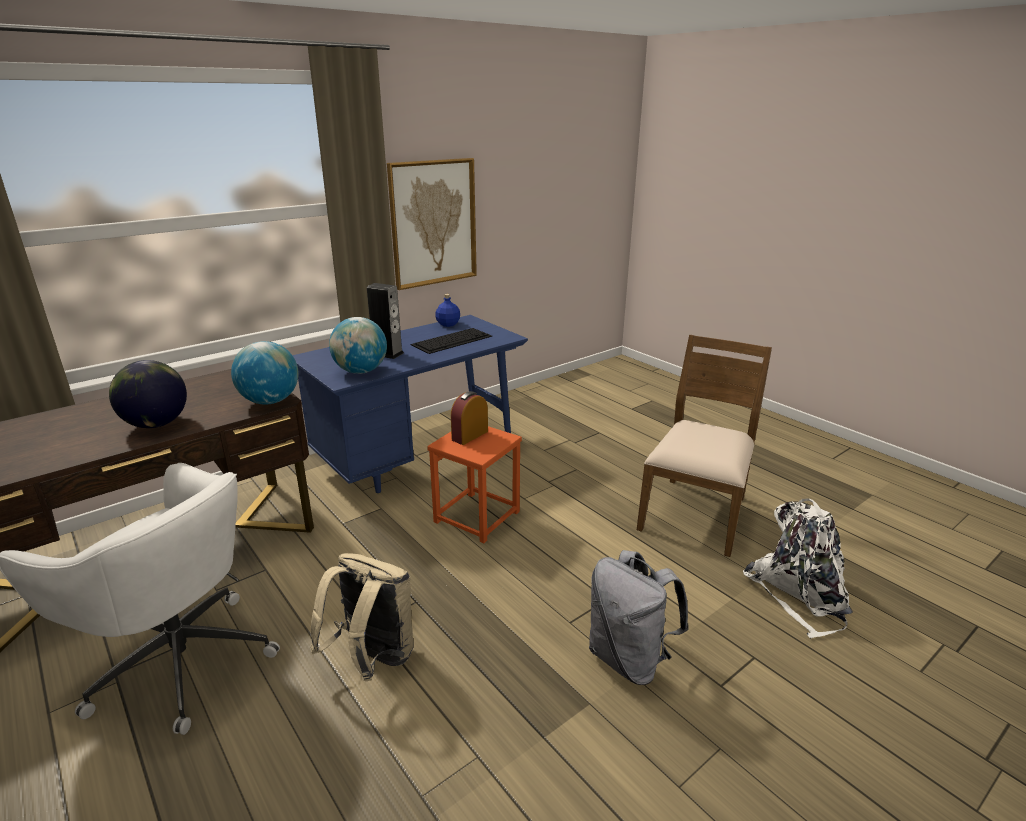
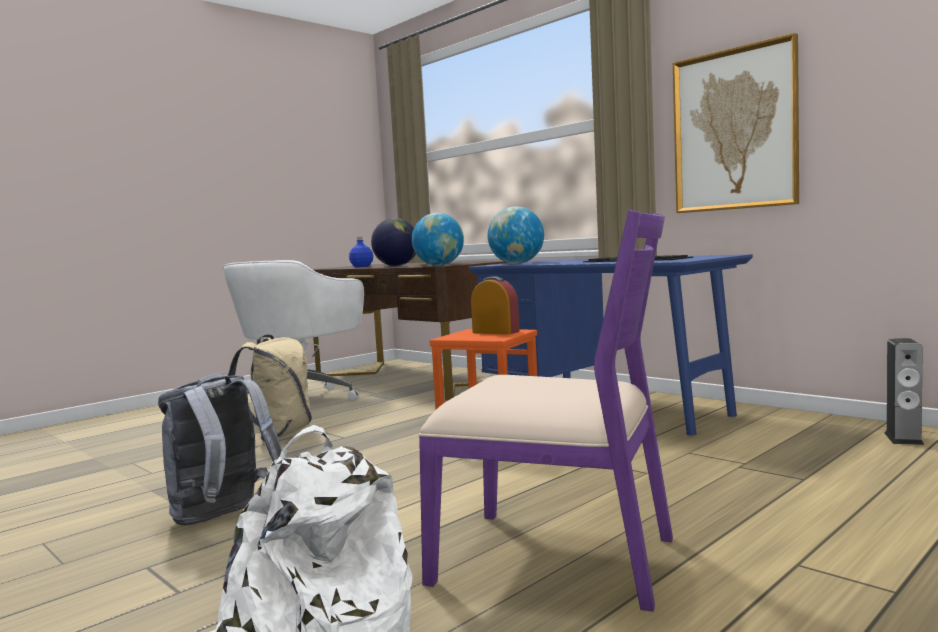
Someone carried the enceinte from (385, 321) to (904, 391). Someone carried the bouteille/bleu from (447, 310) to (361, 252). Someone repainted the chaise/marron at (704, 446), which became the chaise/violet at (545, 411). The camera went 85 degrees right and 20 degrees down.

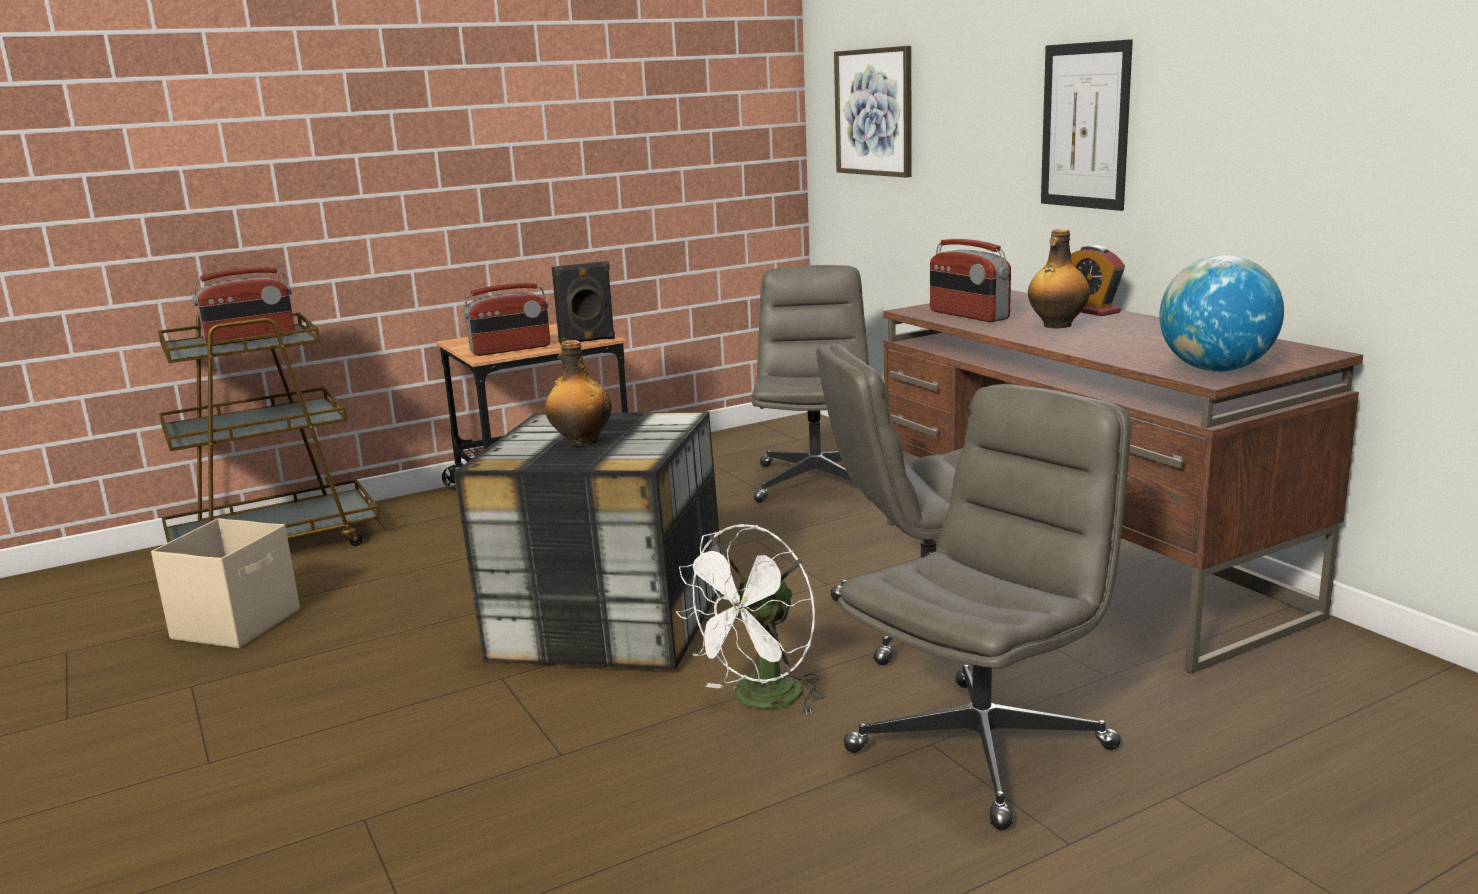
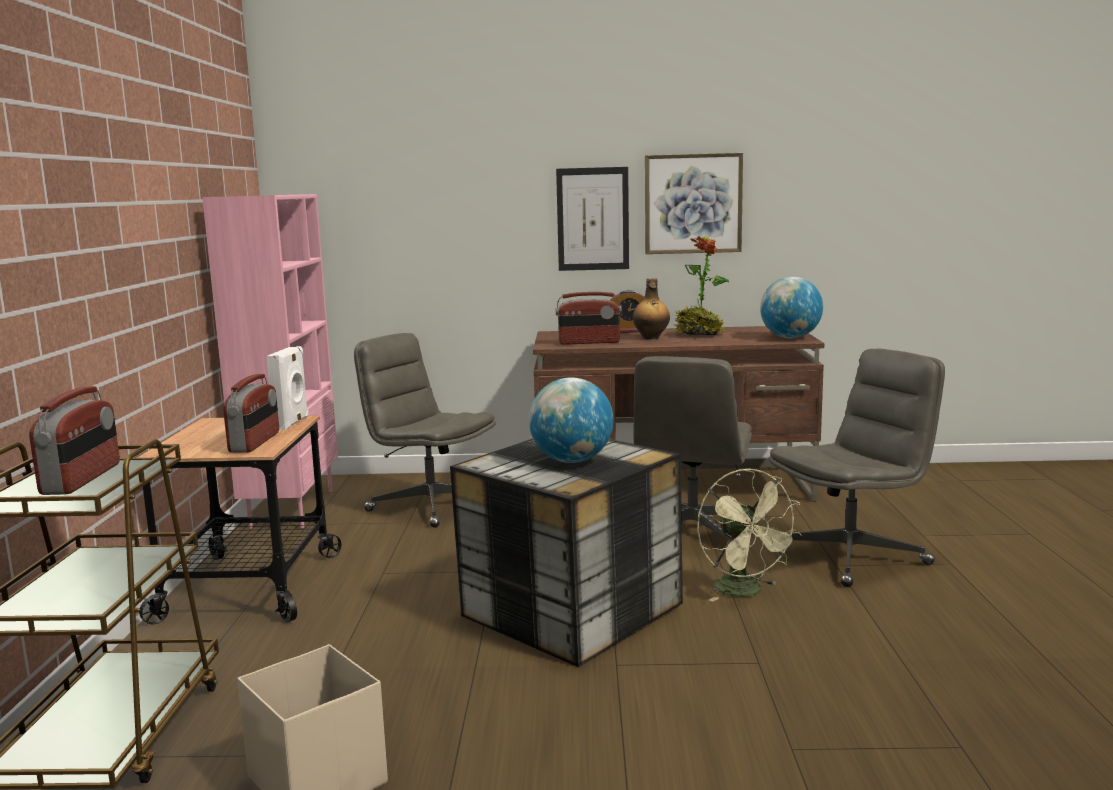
Someone put down the bibliothèque/rose at (270, 361). Someone put down the plante en pot at (701, 285). Someone carried the tableau from (873, 112) to (694, 203). Someone swapped the bouteille at (578, 393) for the globe at (571, 420). Someone repainted the enceinte/noir at (583, 303), which became the enceinte/blanc at (287, 388). Someone repainted the ventilateur/blanc at (751, 619), which became the ventilateur/vert at (749, 535). Someone rotated the chaise de bureau/gris at (984, 607) by 75 degrees clockwise. The camera went 60 degrees left and 5 degrees down.

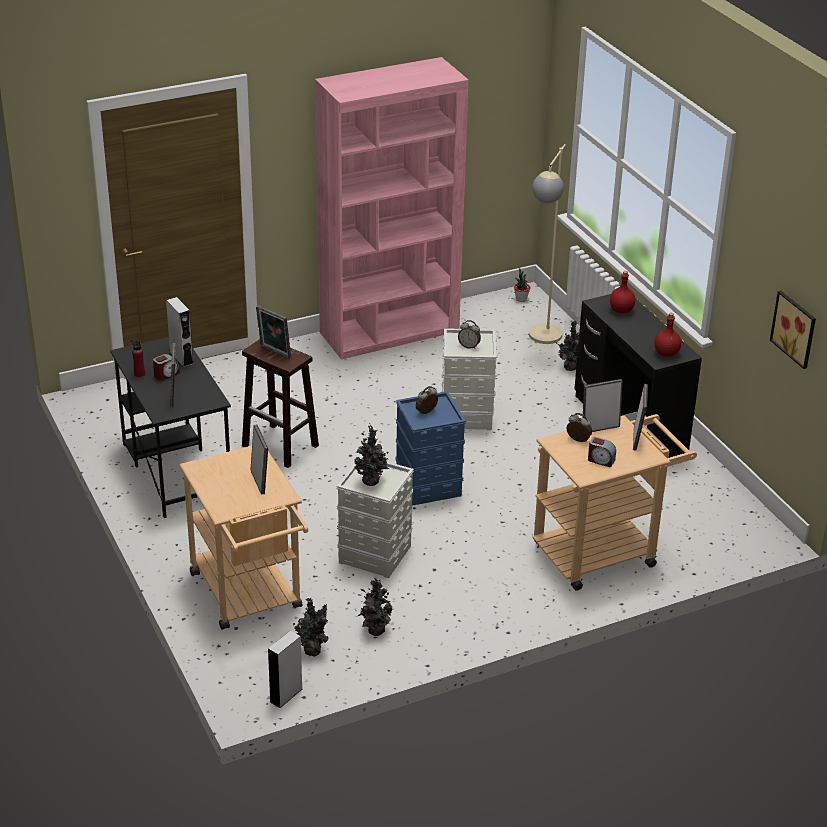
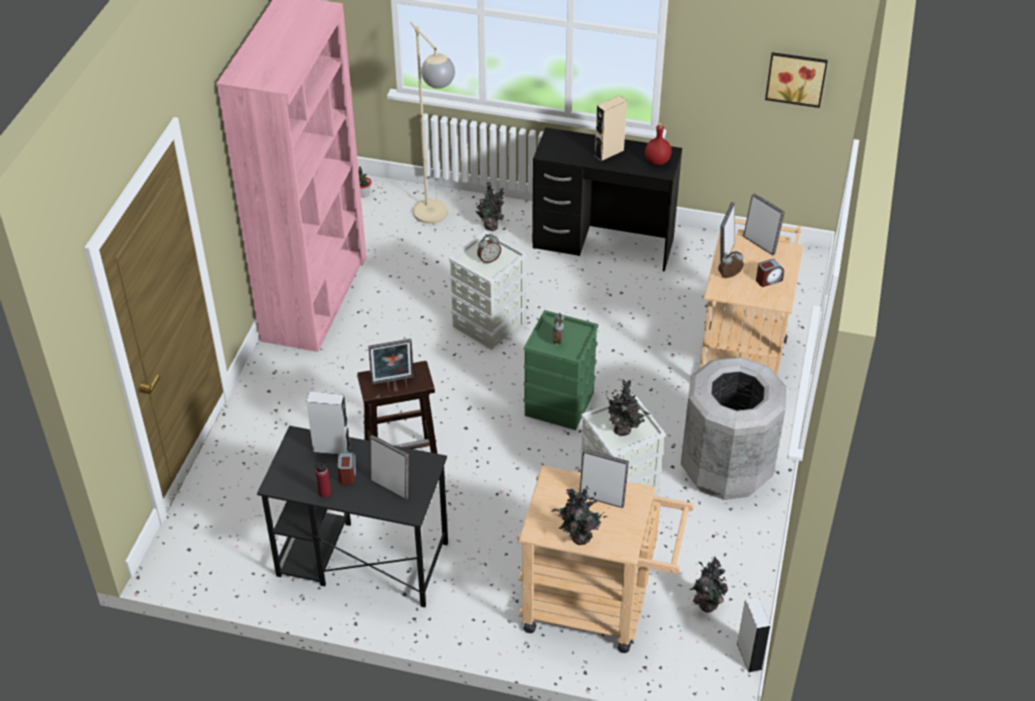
Someone took away the bouteille/rouge at (622, 292). Someone put down the enceinte/beige at (610, 128). Someone put down the poubelle/gris at (734, 428). Someone carried the plante en pot from (375, 607) to (580, 515). Someone repainted the boîte de rangement/bleu at (430, 448), which became the boîte de rangement/vert at (561, 370). The camera went 50 degrees left and 10 degrees up.

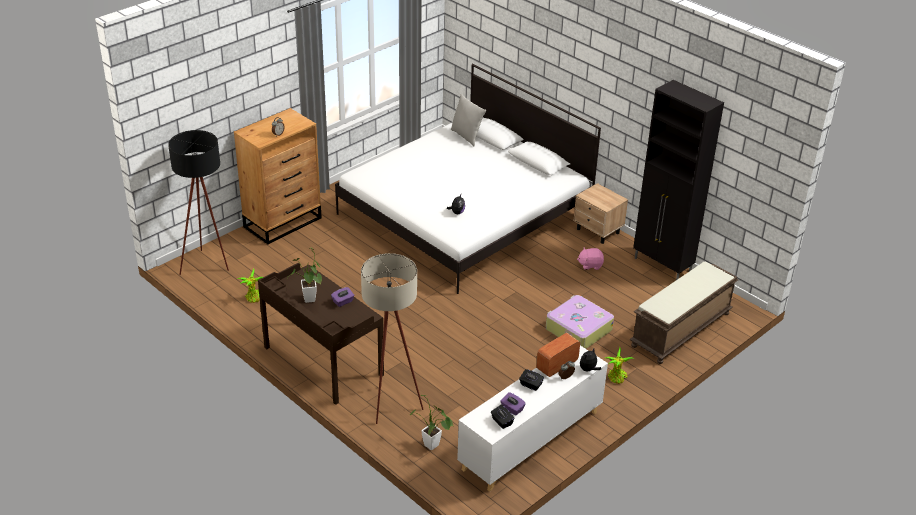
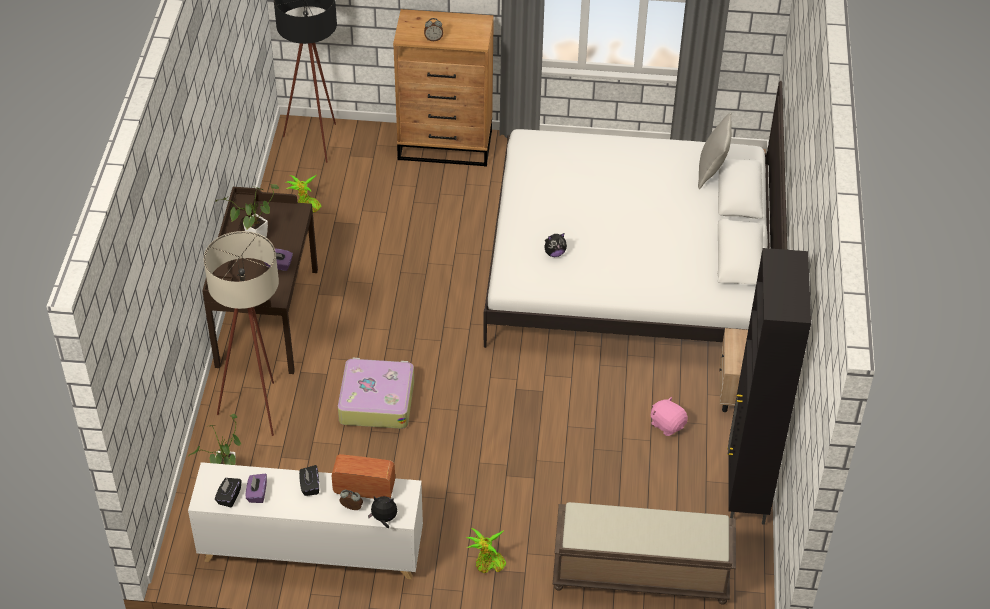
Someone carried the valise from (580, 322) to (376, 393). The camera went 50 degrees right and 10 degrees up.

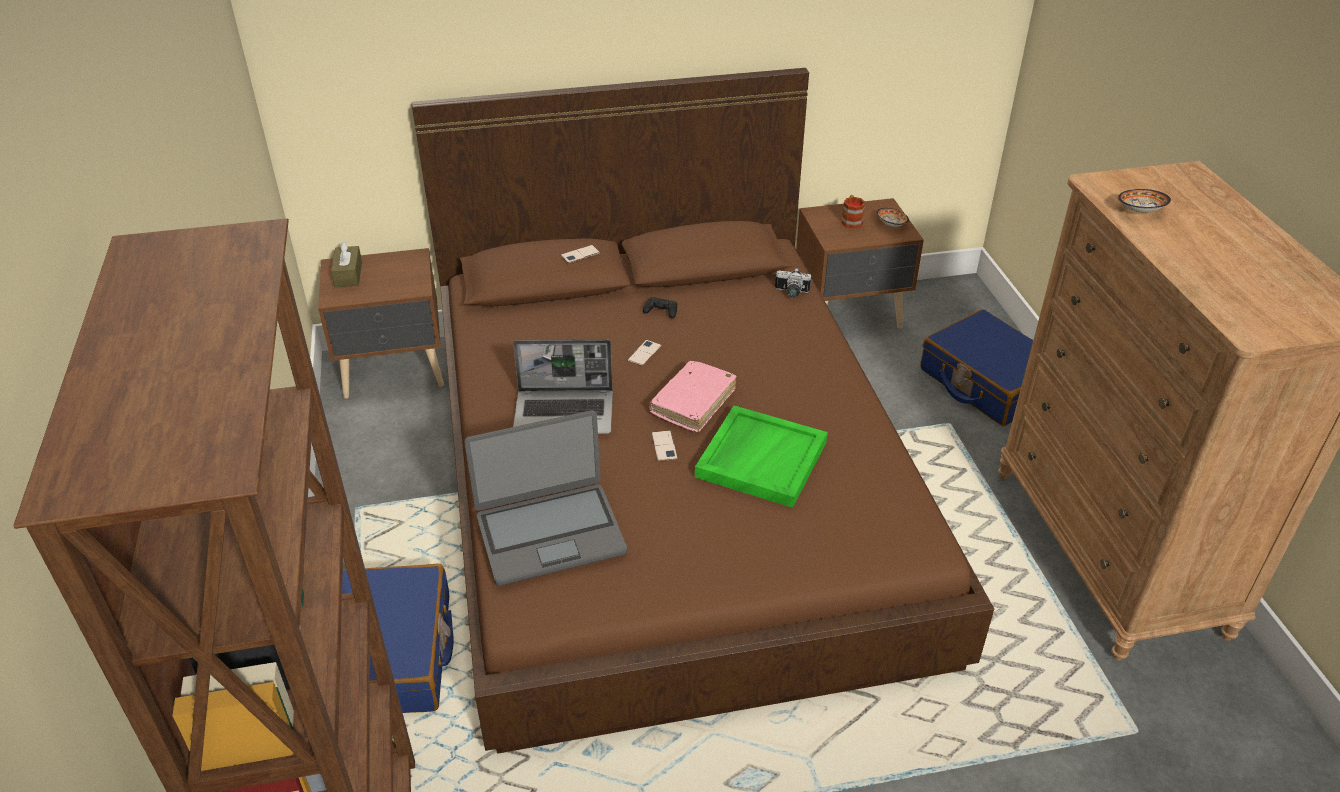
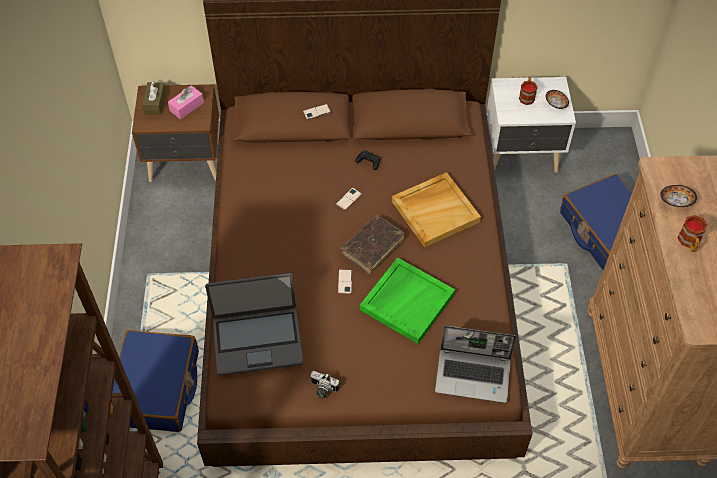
Someone put down the boîte à mouchoirs/rose at (186, 102). Someone put down the plateau/beige at (436, 210). Someone put down the mug at (692, 233). Someone carried the ordinateur portable from (563, 387) to (476, 364). Someone carried the appareil photo from (793, 283) to (324, 385). Someone repainted the livre/rose at (693, 396), which became the livre/marron at (372, 244). Someone repainted the table de chevet/marron at (860, 263), which became the table de chevet/blanc at (531, 125). The camera went 10 degrees right and 15 degrees up.

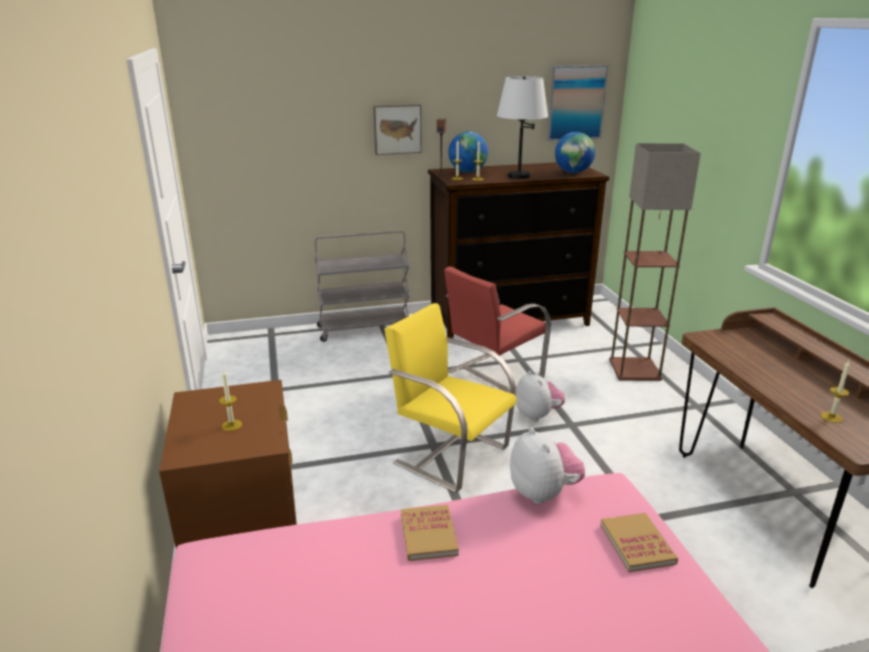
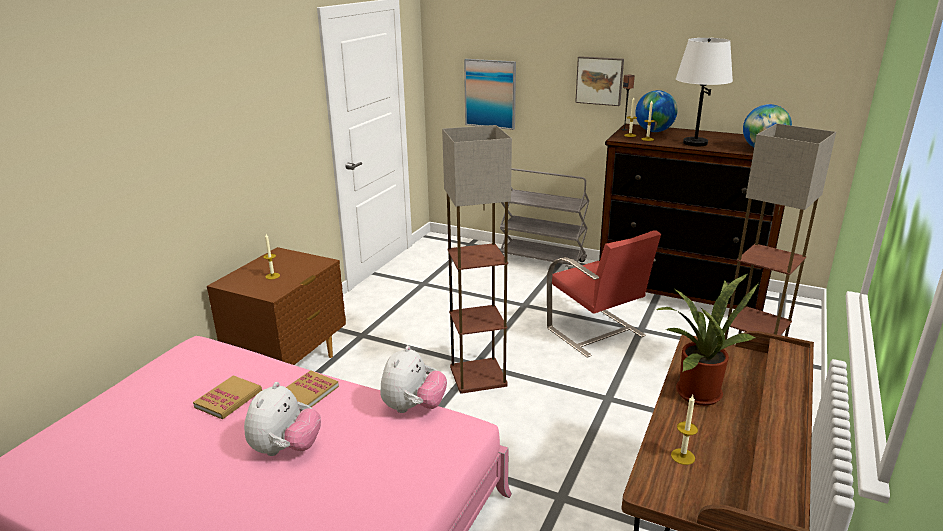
Someone put down the plante en pot at (708, 340). Someone carried the peluche from (540, 396) to (282, 419). Someone carried the tableau from (577, 103) to (490, 94). Someone carried the livre from (639, 542) to (227, 397). Someone swapped the chaise/jaune at (450, 398) for the lampadaire at (477, 259). Someone rotated the chaise/rouge at (497, 329) by 120 degrees counterclockwise. The camera went 40 degrees right and 0 degrees up.

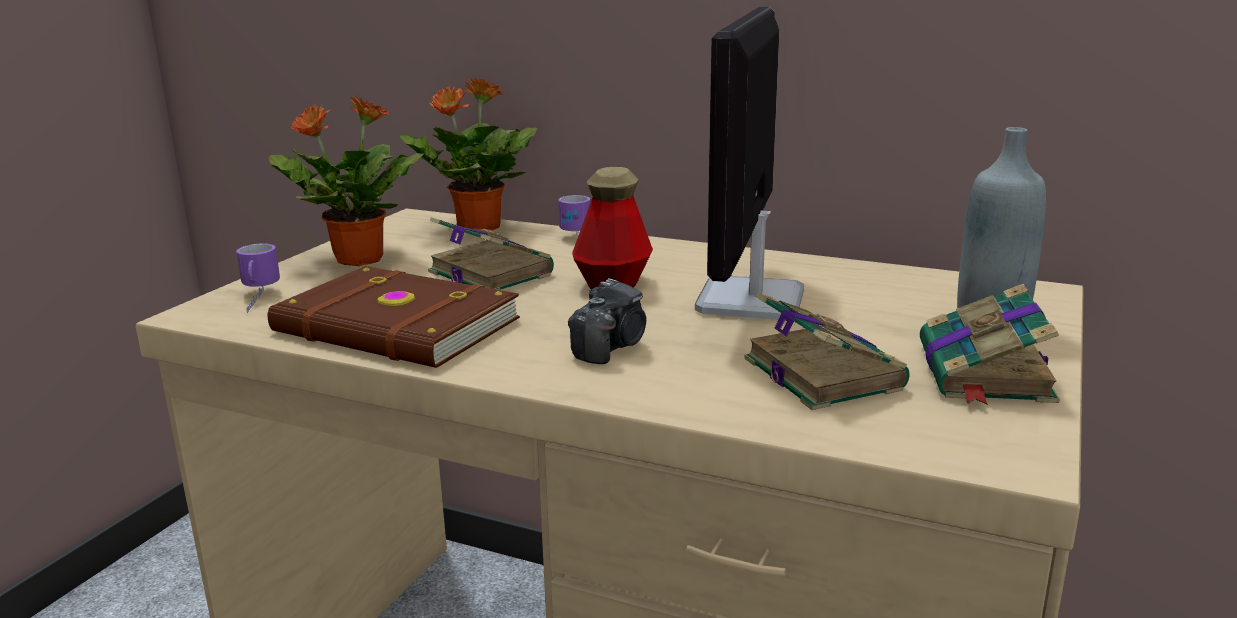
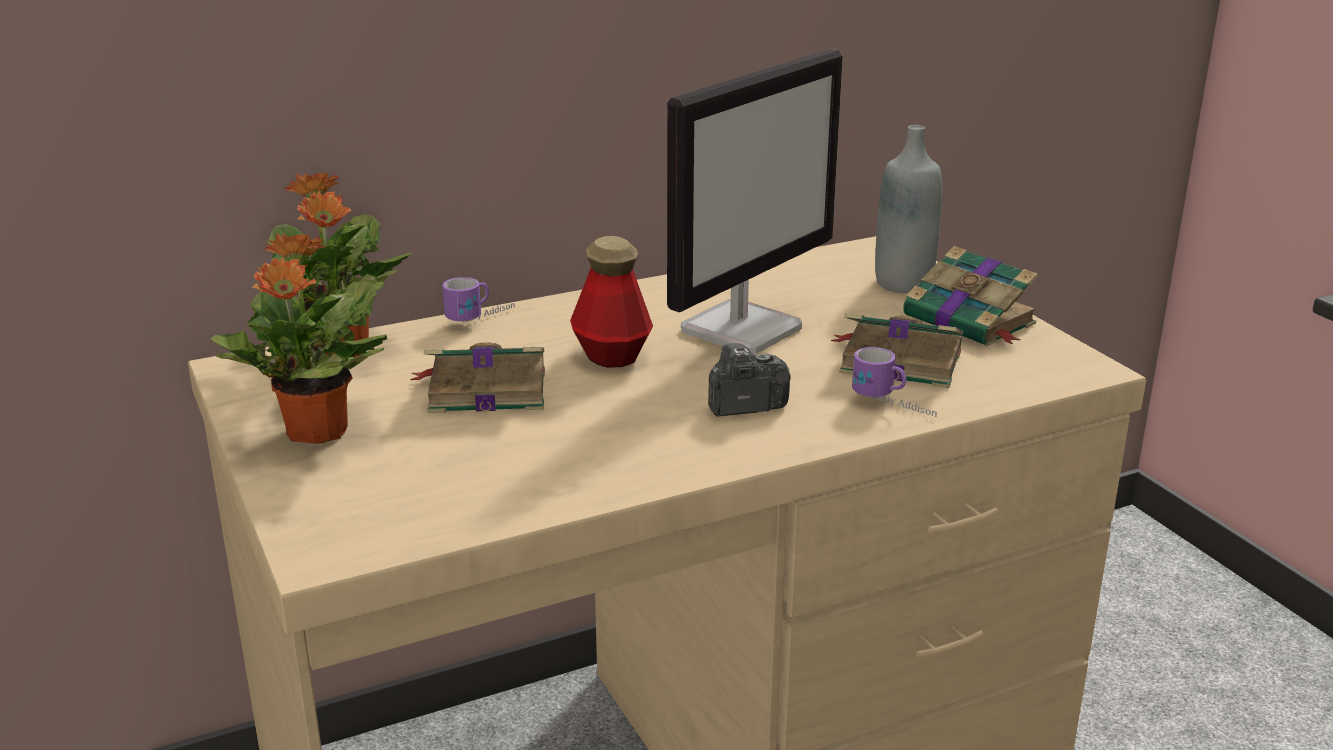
Someone took away the livre/marron at (394, 317). Someone carried the mug from (258, 278) to (894, 382). Someone rotated the appareil photo at (607, 321) by 90 degrees counterclockwise. Someone rotated the écran d'ordinateur at (749, 164) by 105 degrees counterclockwise. The camera went 50 degrees left and 5 degrees up.

